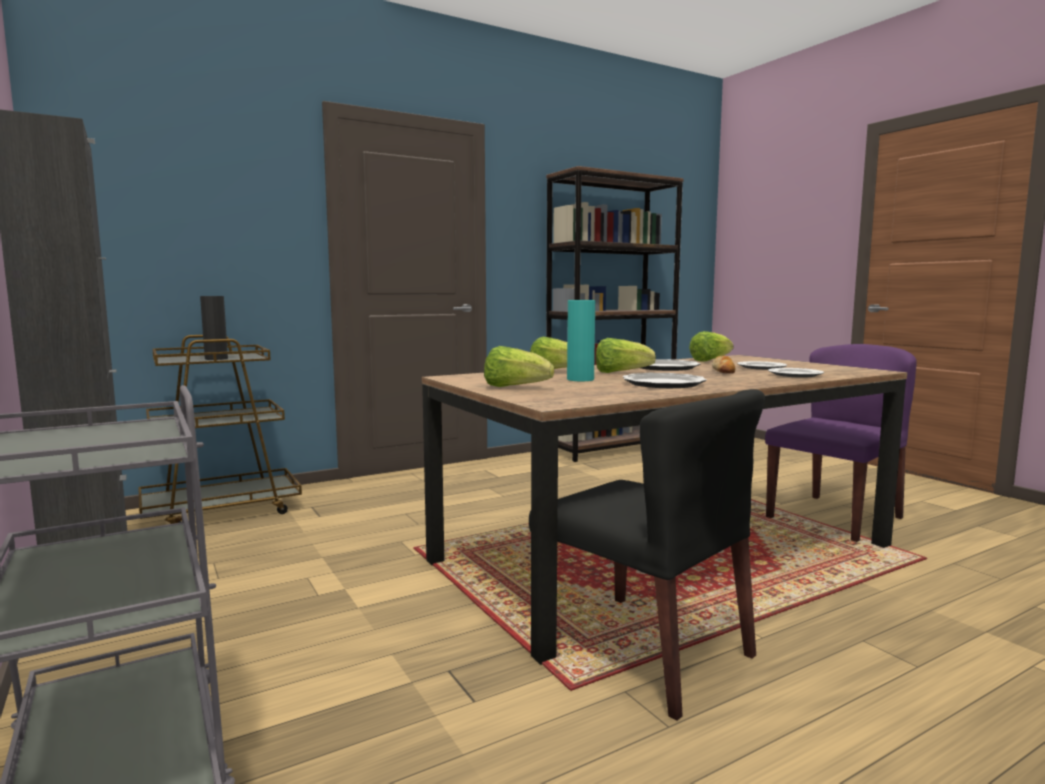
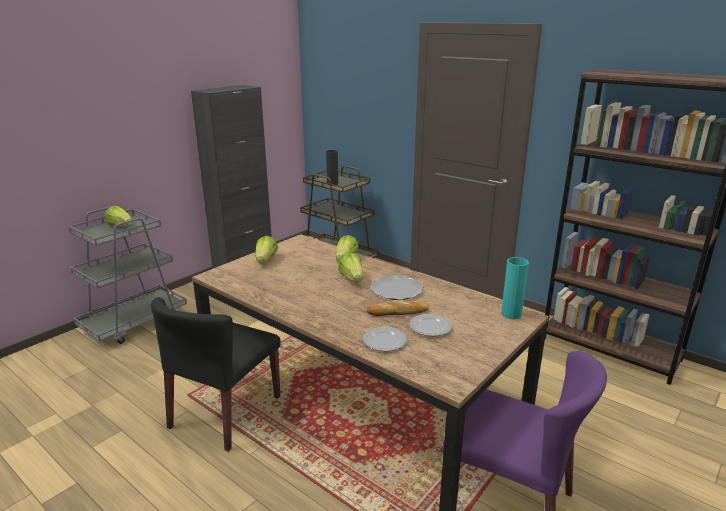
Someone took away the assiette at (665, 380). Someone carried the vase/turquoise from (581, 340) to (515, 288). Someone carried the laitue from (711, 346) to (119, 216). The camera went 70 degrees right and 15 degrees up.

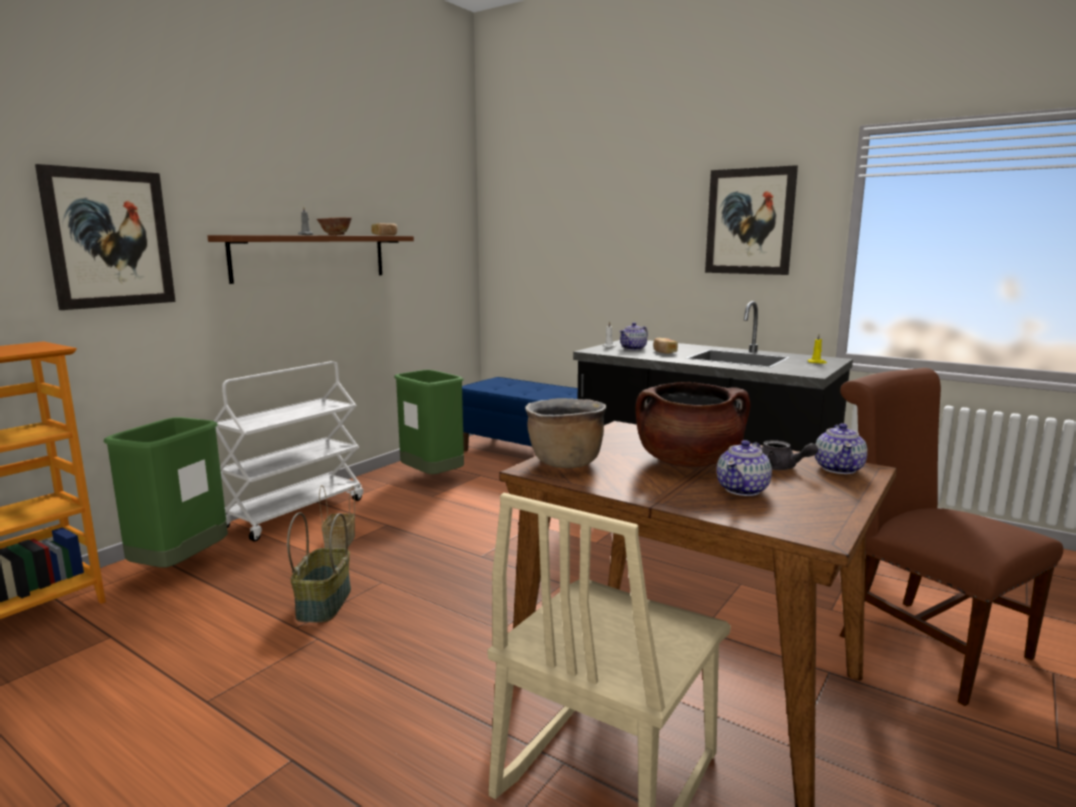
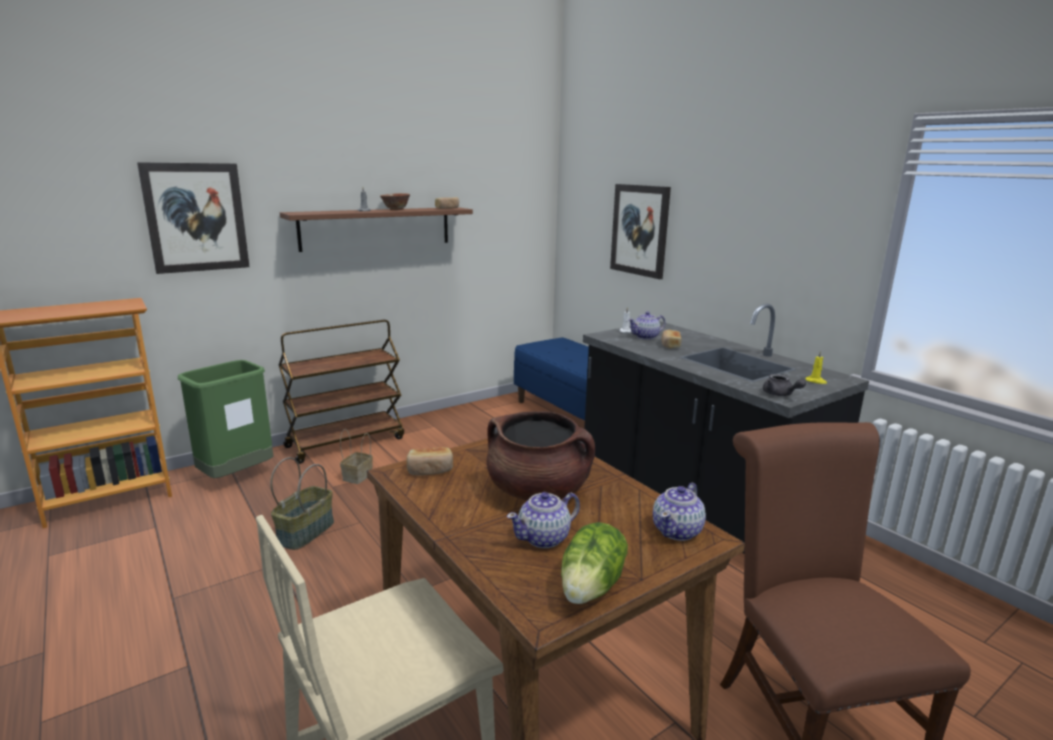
Someone took away the poubelle/vert at (429, 422). Someone put down the laitue at (594, 563). Someone carried the tableau from (751, 220) to (640, 231). Someone carried the théière/gris from (789, 455) to (784, 385). Someone swapped the marmite/marron at (565, 433) for the pain at (429, 461). Someone repainted the chariot/blanc at (288, 451), which became the chariot/marron at (341, 392). The camera went 20 degrees right and 5 degrees up.

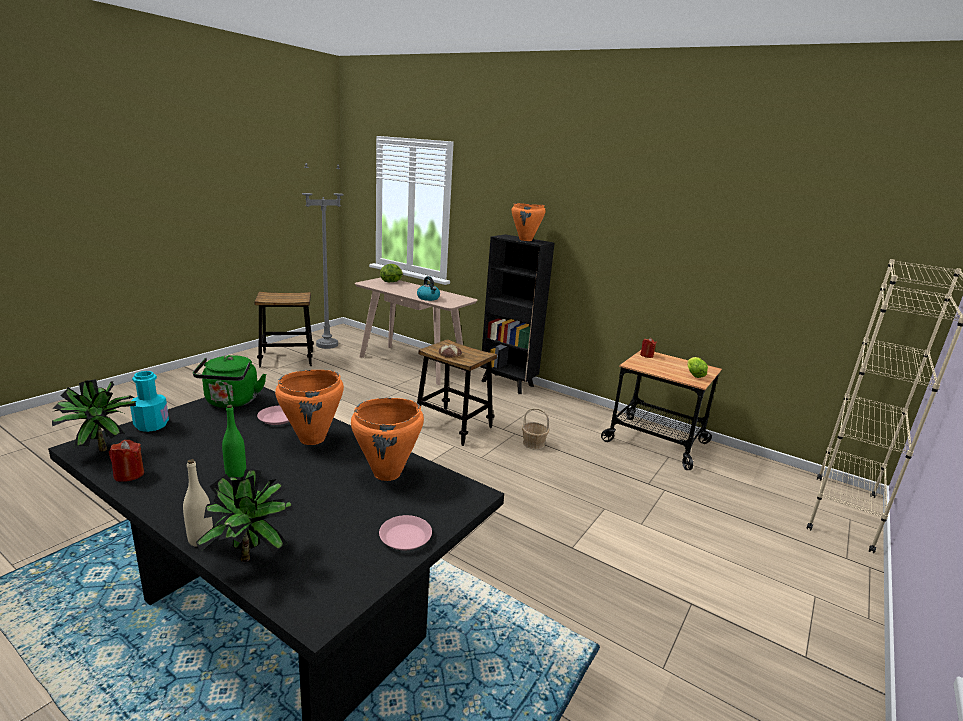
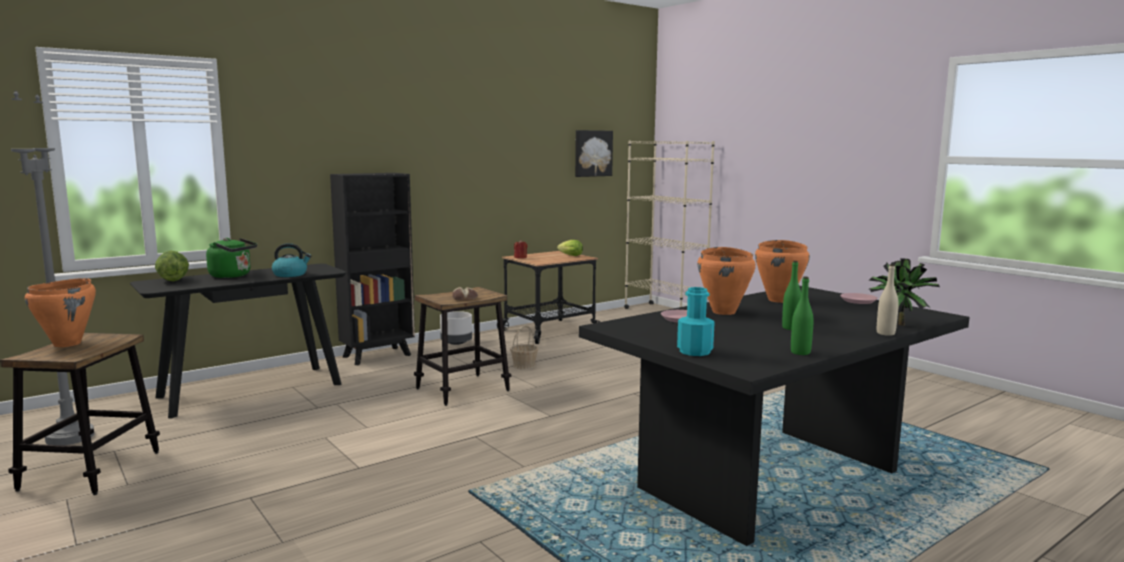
Someone took away the plante en pot at (94, 415). Someone put down the cache-pot/gris at (456, 328). Someone put up the tableau at (594, 153). Someone carried the bouilloire/vert from (229, 381) to (231, 258). Someone carried the marmite/orange from (529, 222) to (60, 312). Someone swapped the bougie/rouge at (126, 461) for the bouteille/vert at (802, 315). Someone repainted the table console/beige at (416, 331), which became the table console/noir at (238, 341). The camera went 70 degrees left and 10 degrees down.

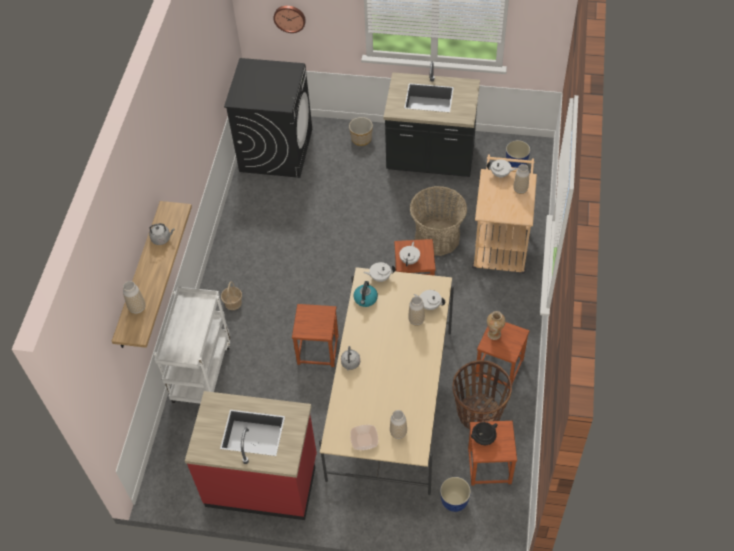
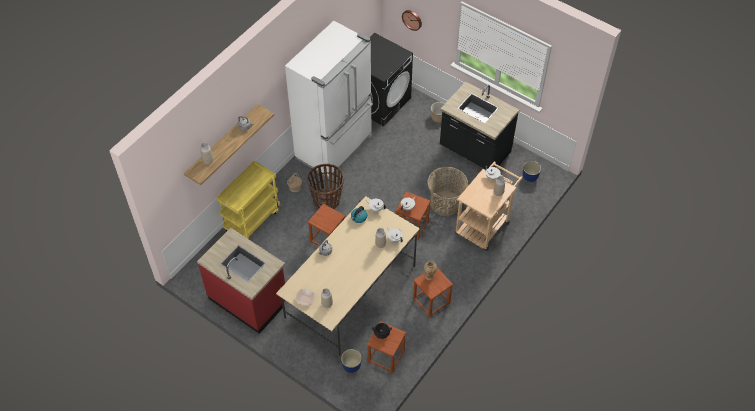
Someone put down the réfrigérateur/blanc at (329, 99). Someone carried the panier from (482, 395) to (325, 186). Someone repainted the chariot/blanc at (192, 345), which became the chariot/jaune at (248, 200). The camera went 25 degrees right and 0 degrees up.

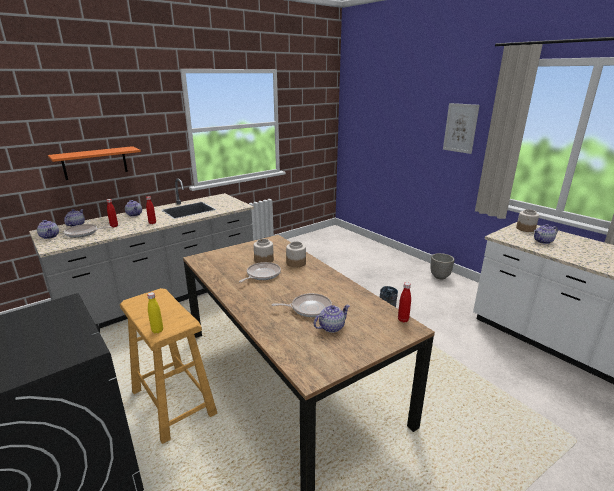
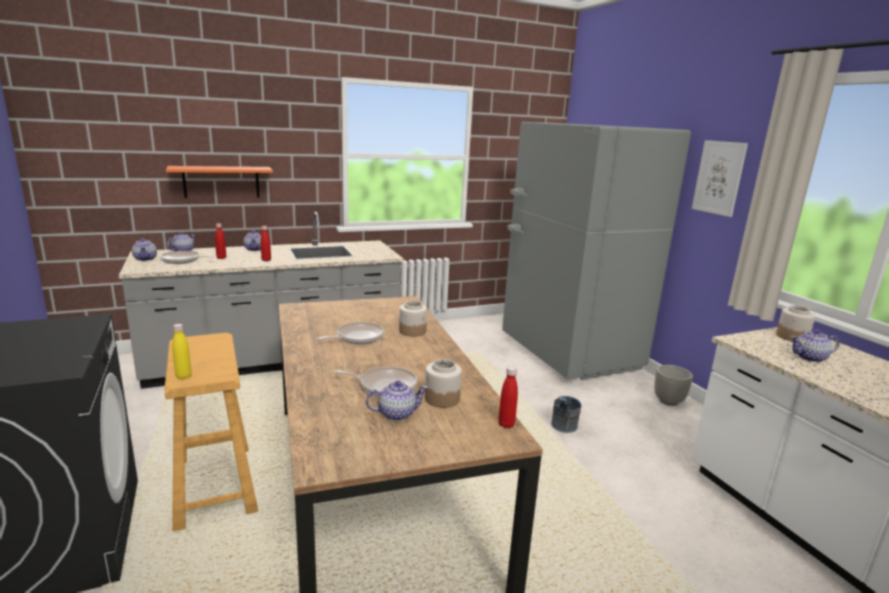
Someone put down the réfrigérateur/gris at (596, 251). Someone carried the bocal from (264, 251) to (443, 383). The camera went 15 degrees right and 5 degrees down.

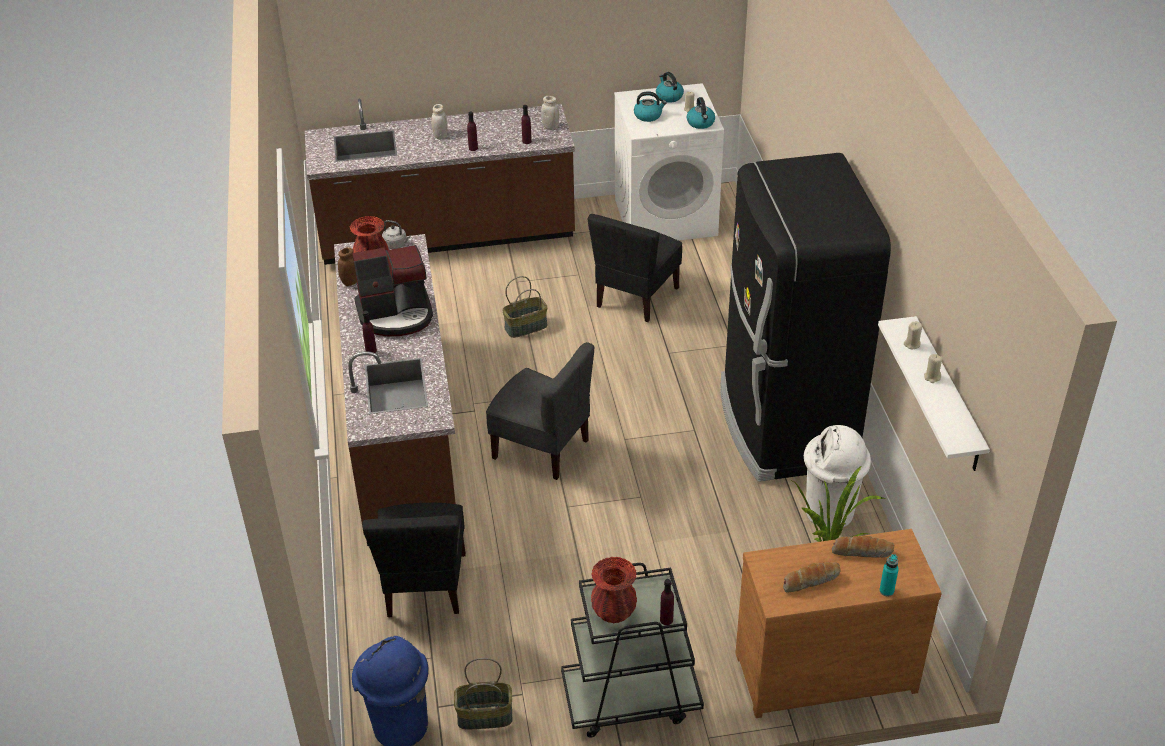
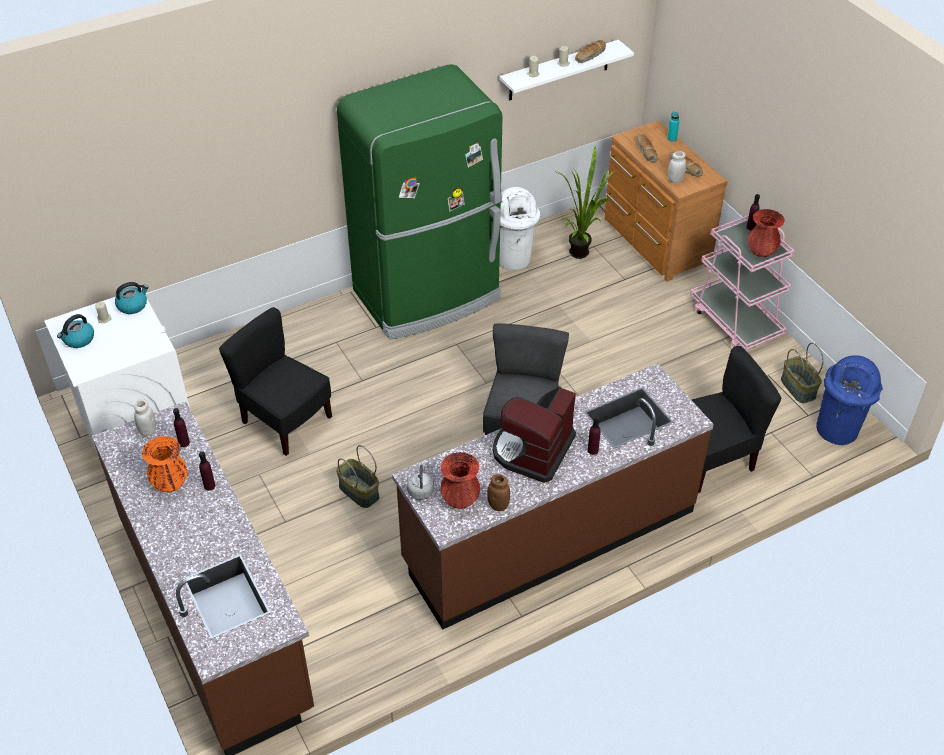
Someone took away the bouilloire at (650, 106). Someone put down the vase/orange at (164, 464). Someone put down the pain at (590, 51). Someone carried the bocal/blanc from (439, 121) to (677, 167). Someone repainted the chariot/noir at (632, 650), which became the chariot/rose at (742, 282). Someone repainted the réfrigérateur/noir at (805, 317), which became the réfrigérateur/vert at (420, 202). Someone rotated the machine à café at (392, 290) by 120 degrees counterclockwise. Someone rotated the chaise/noir at (635, 268) by 150 degrees counterclockwise. The camera went 110 degrees left and 5 degrees up.

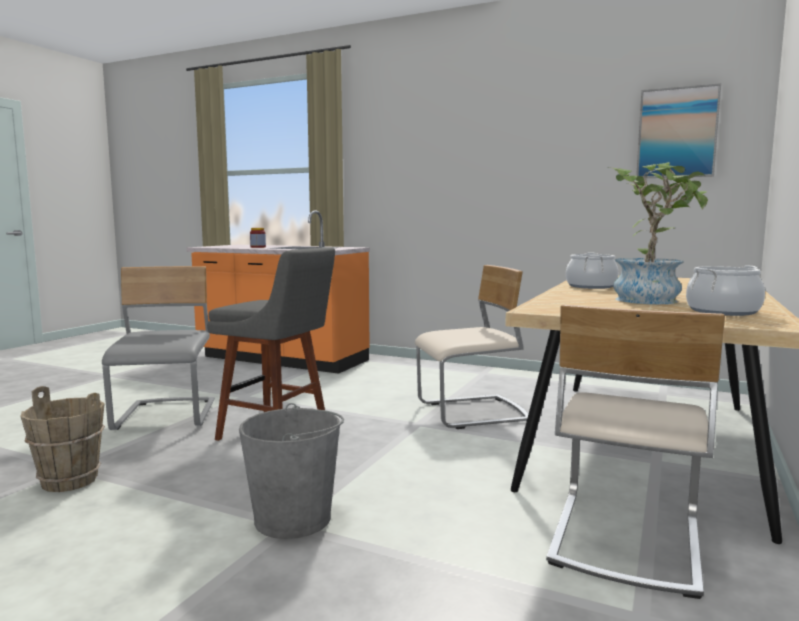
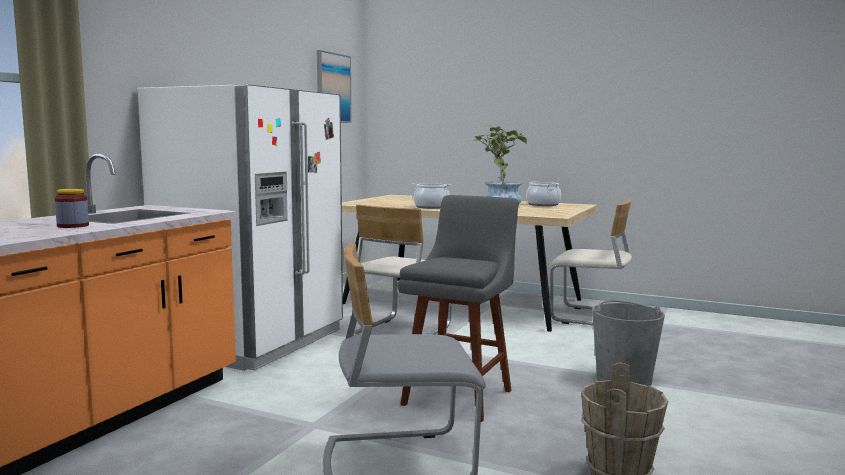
Someone put down the réfrigérateur/blanc at (240, 227). Someone rotated the chaise/beige at (472, 347) by 135 degrees counterclockwise. The camera went 90 degrees left and 0 degrees up.

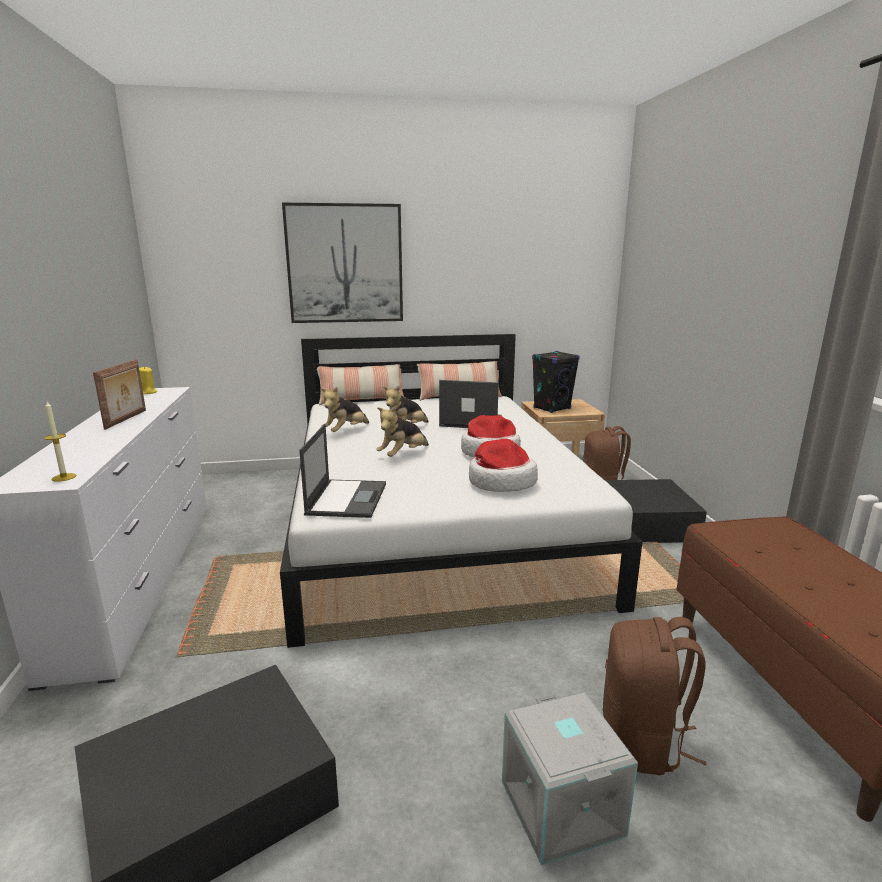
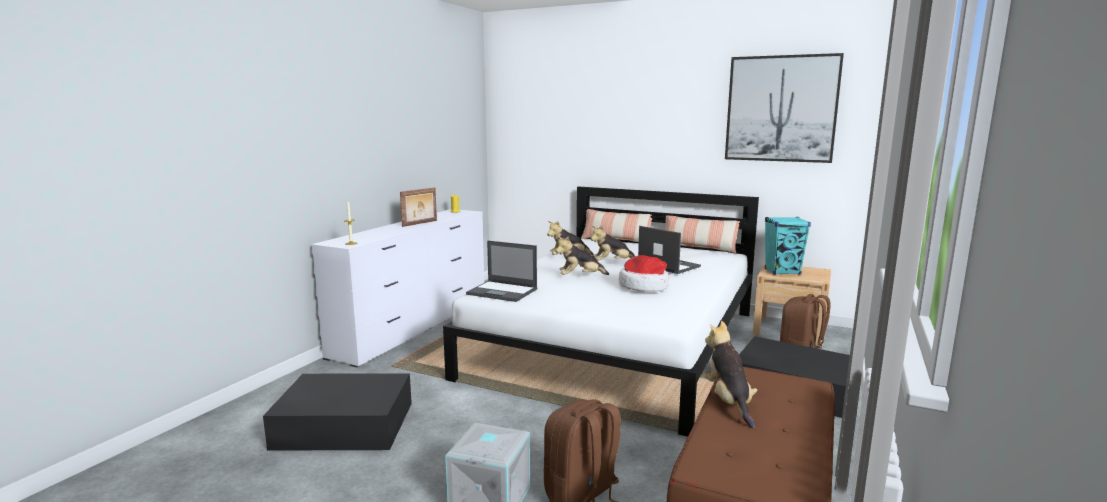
Someone took away the chapeau at (503, 465). Someone put down the peluche at (731, 374). Someone carried the tableau from (342, 263) to (784, 108). Someone repainted the enceinte/noir at (556, 382), which became the enceinte/turquoise at (788, 246). Someone rotated the ordinateur portable at (342, 471) by 75 degrees clockwise. The camera went 35 degrees right and 5 degrees down.

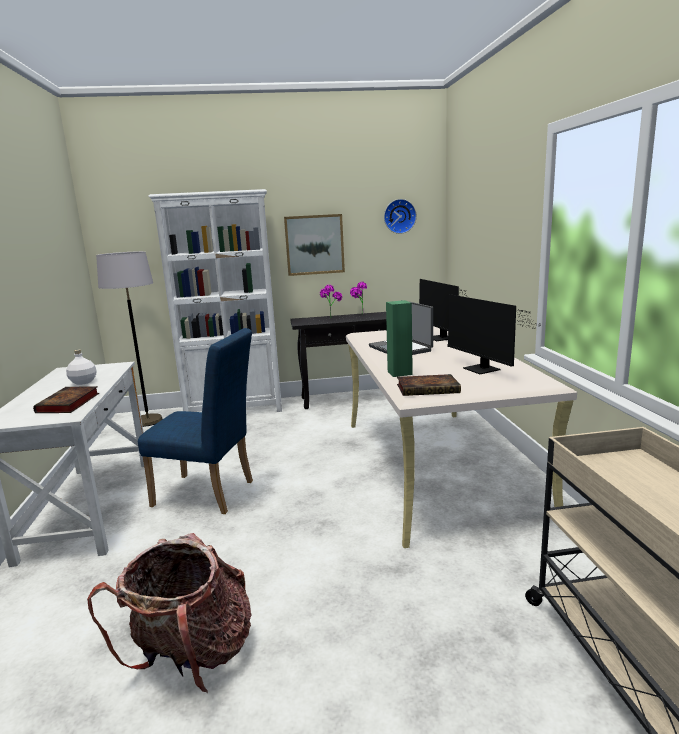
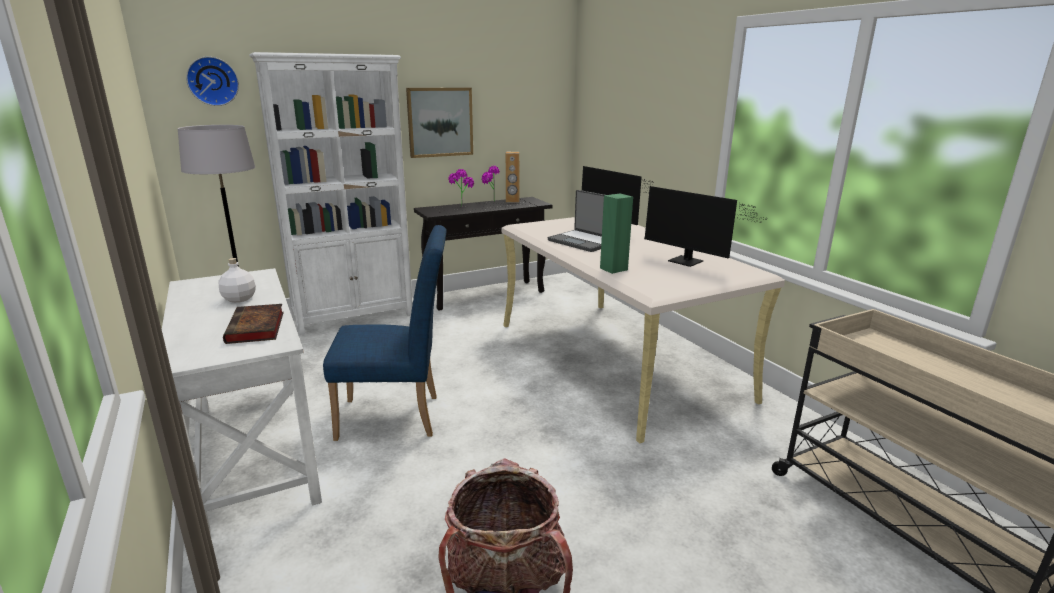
Someone took away the livre at (429, 385). Someone put down the enceinte/marron at (513, 177). Someone carried the horloge murale from (400, 216) to (212, 81). The camera went 20 degrees left and 5 degrees up.

